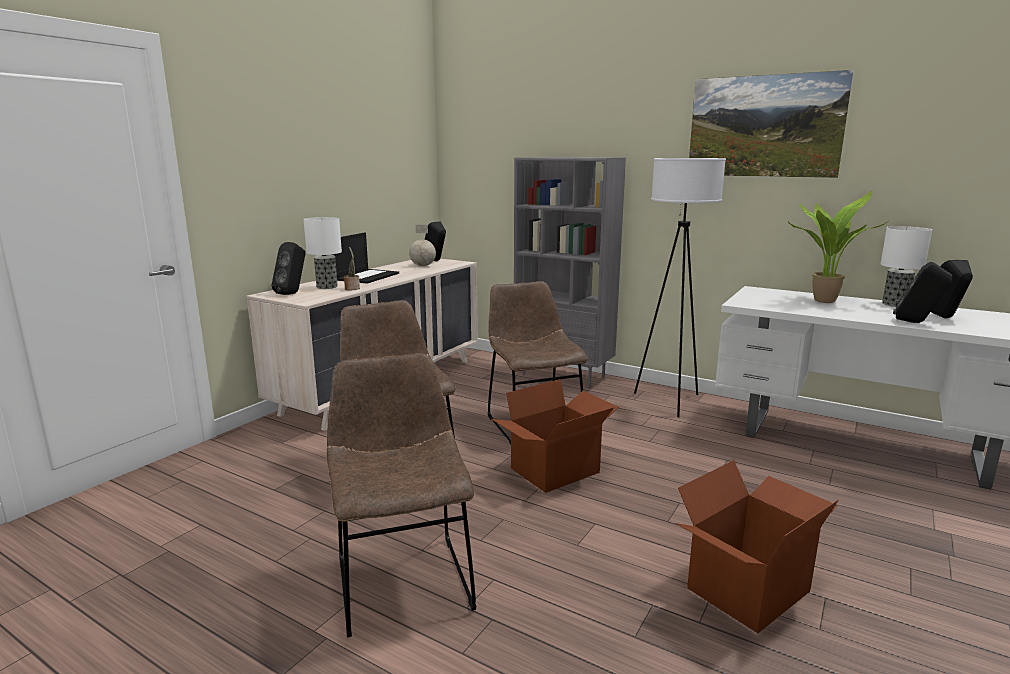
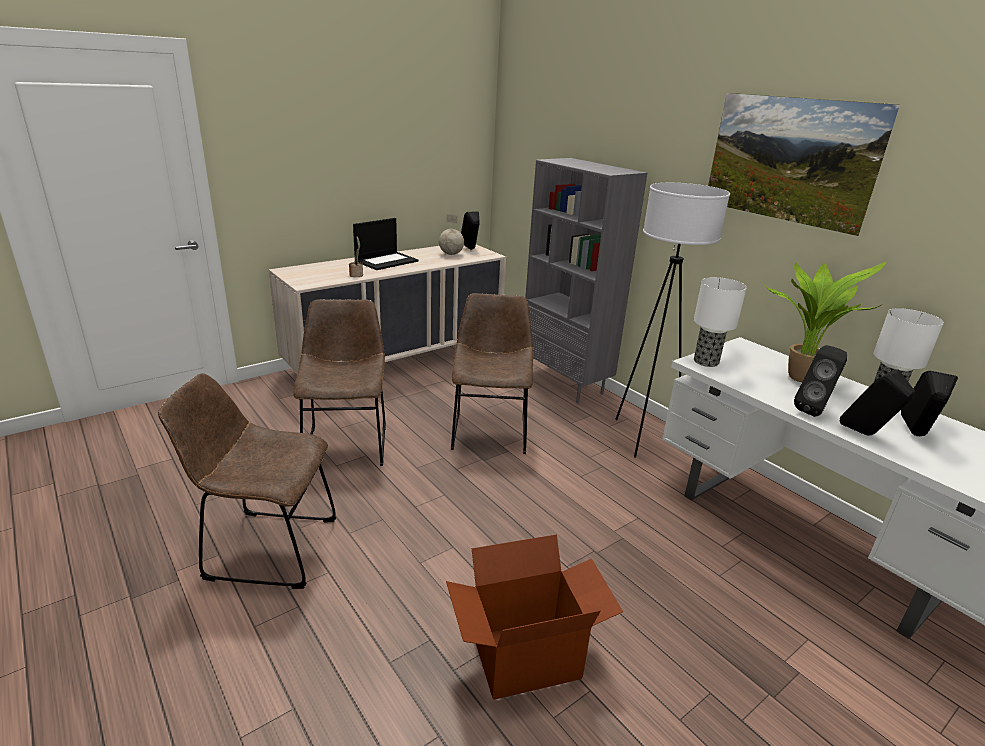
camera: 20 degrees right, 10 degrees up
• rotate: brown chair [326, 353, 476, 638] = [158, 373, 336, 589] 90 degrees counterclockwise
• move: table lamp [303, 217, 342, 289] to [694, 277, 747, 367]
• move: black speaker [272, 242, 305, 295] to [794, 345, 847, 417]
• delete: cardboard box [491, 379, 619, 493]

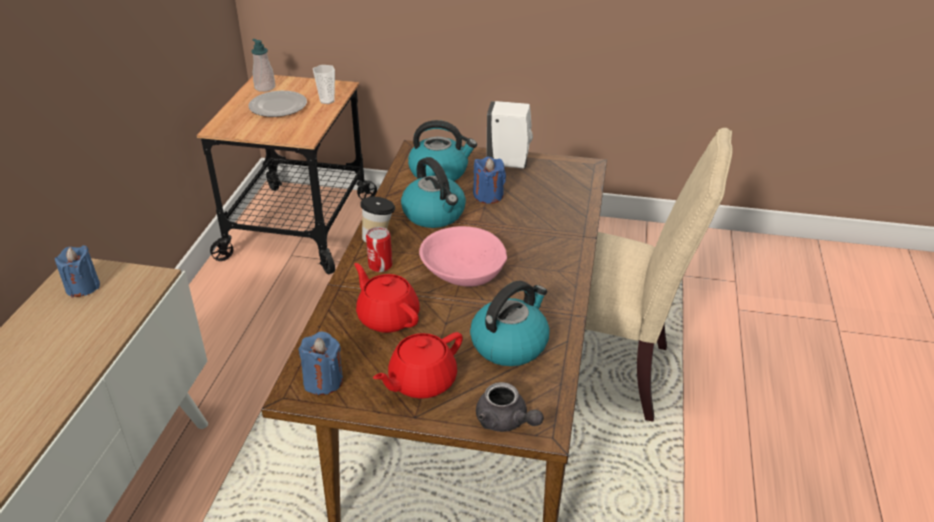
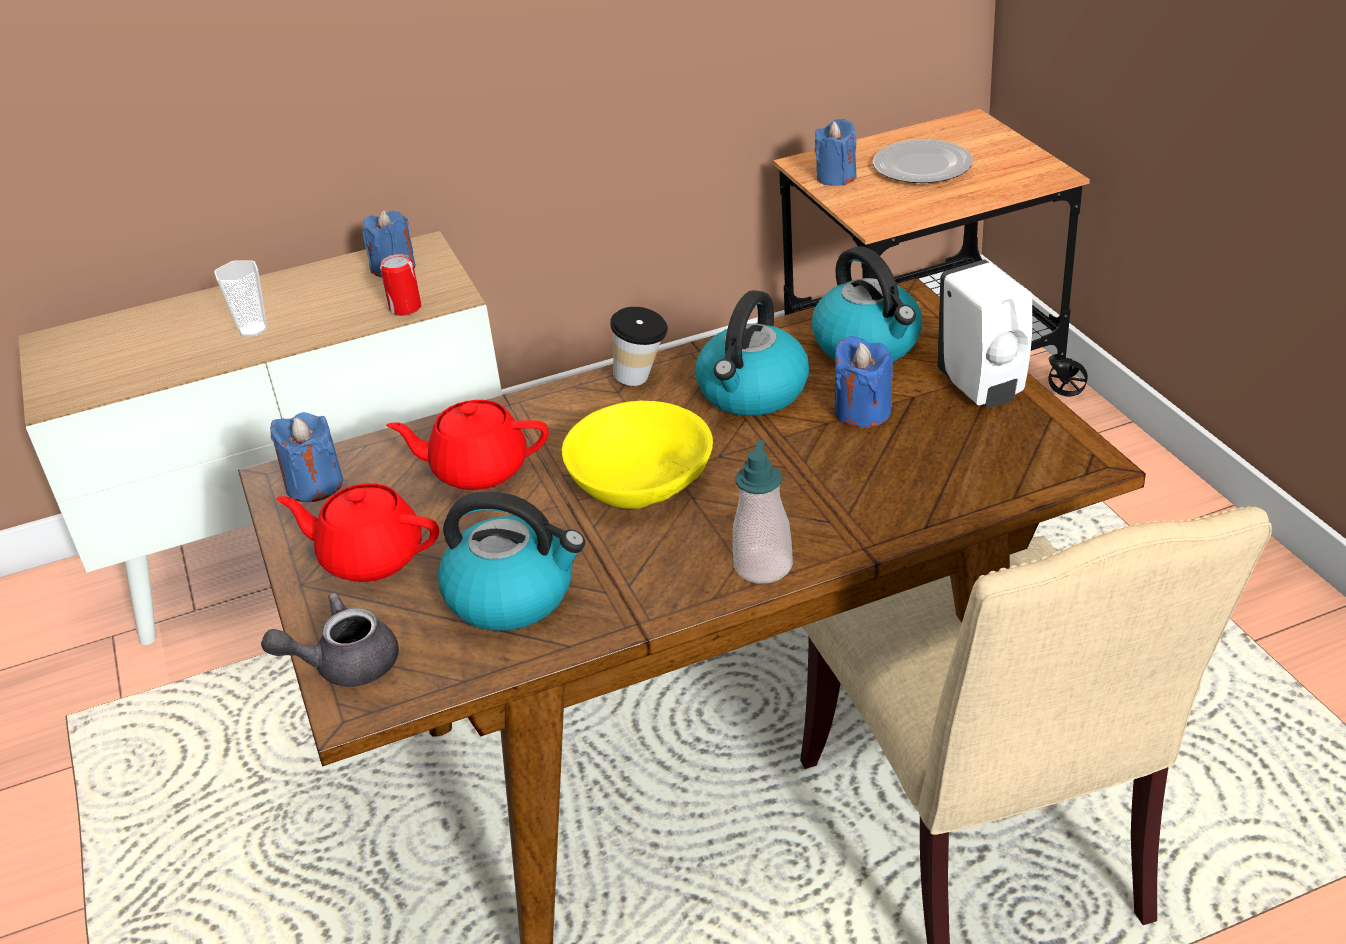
camera: 60 degrees right, 0 degrees up
• move: cup [313, 65, 335, 104] to [214, 260, 267, 337]
• rotate: grey teapot [476, 382, 544, 432] = [261, 593, 399, 687] 60 degrees clockwise
• move: can [366, 227, 392, 272] to [380, 254, 421, 316]
• rotate: red teapot [354, 263, 420, 333] = [386, 400, 549, 490] 105 degrees counterclockwise
• recolor: pink bowl [419, 226, 507, 287] to yellow bowl [562, 401, 713, 509]
• move: soap dispenser [251, 39, 275, 92] to [733, 440, 793, 584]
• insert: blue candle [815, 119, 857, 186]

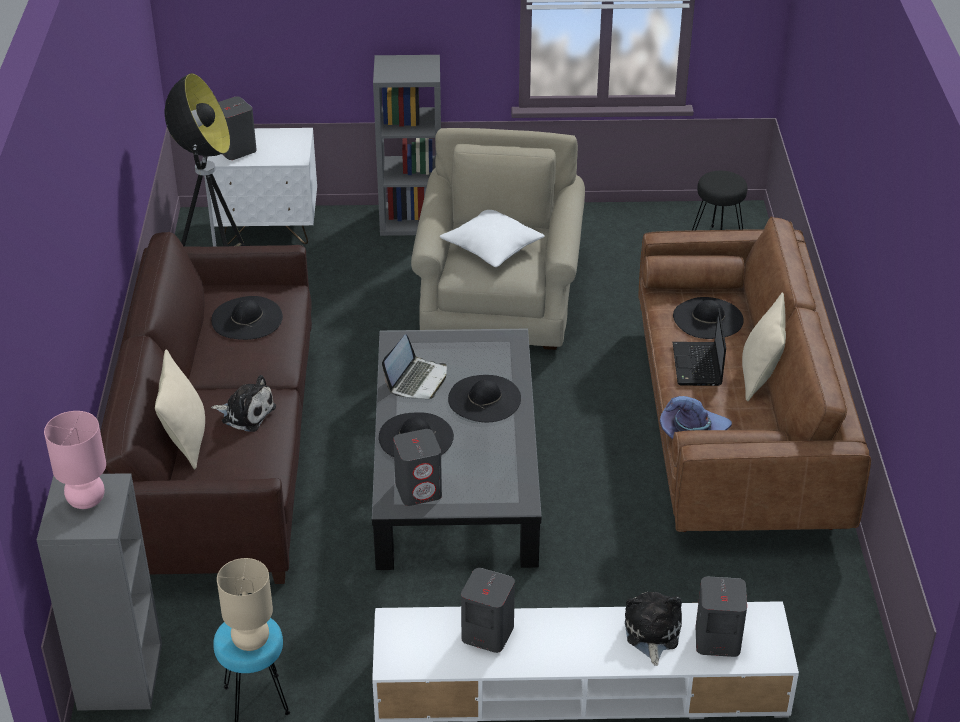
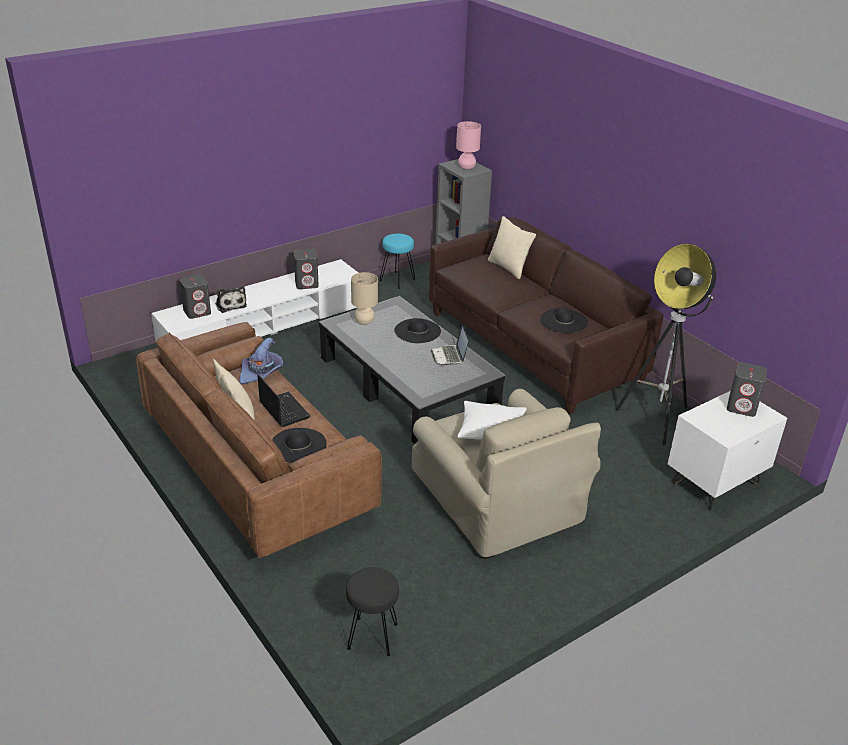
camera: 145 degrees right, 5 degrees down
• move: beige table lamp [217, 558, 273, 651] to [351, 272, 378, 325]
• delete: plush toy [211, 375, 276, 432]
• delete: grey bookcase [373, 55, 441, 236]
• delete: grey speaker [393, 429, 442, 506]
• delete: black hat [448, 375, 521, 422]

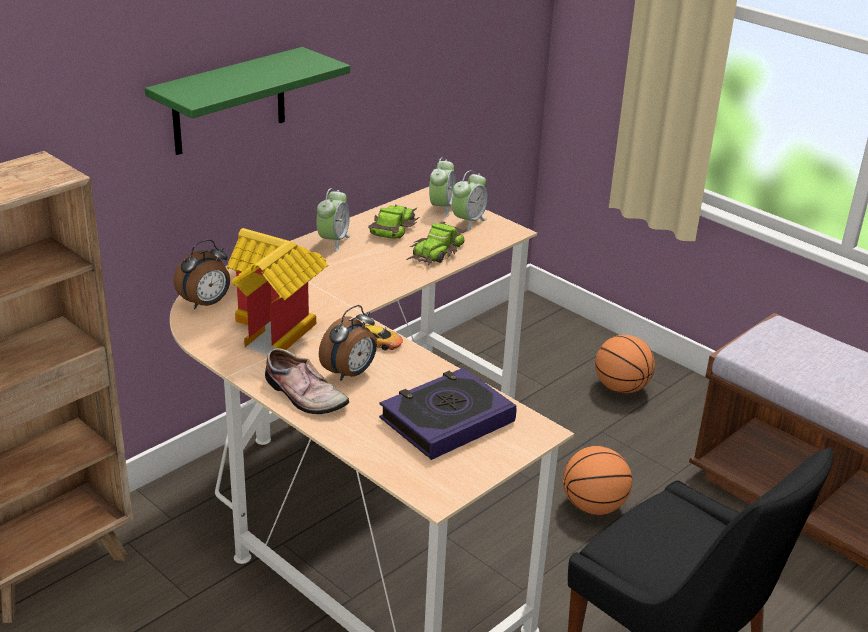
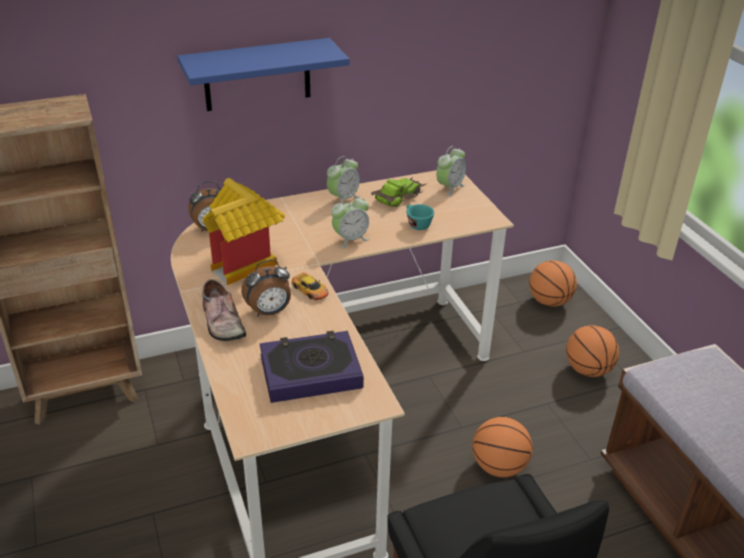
camera: 25 degrees right, 5 degrees up
• recolor: green shelf [145, 47, 350, 155] to blue shelf [177, 38, 350, 111]
• move: alarm clock [452, 170, 487, 231] to [331, 195, 369, 248]
• replace: toy car [406, 222, 468, 266] to turquoise cup [407, 204, 434, 230]
• insert: basketball [529, 260, 577, 307]

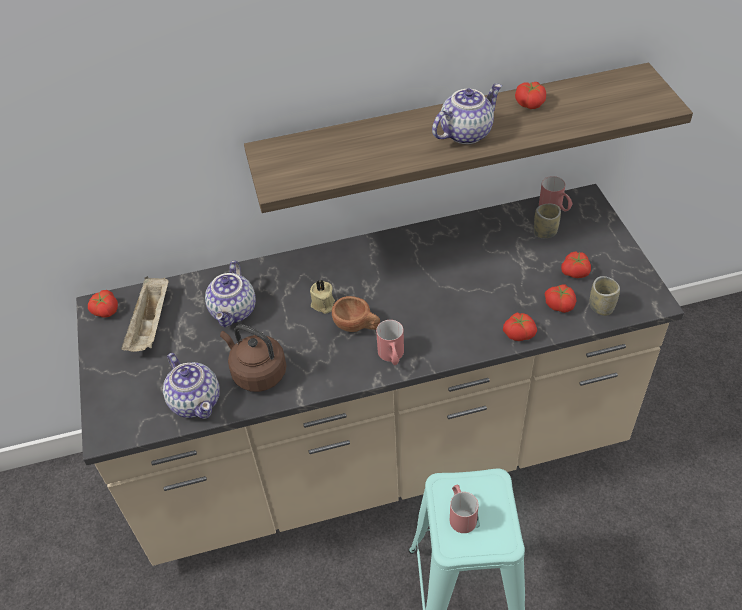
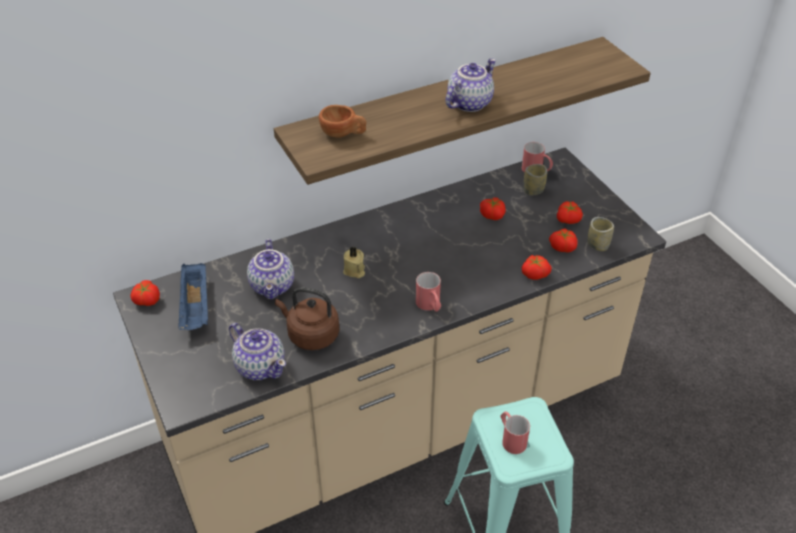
camera: 15 degrees left, 5 degrees down
• recolor: beige tray [121, 276, 168, 352] to blue tray [178, 263, 208, 330]
• move: brown cup [332, 296, 380, 332] to [319, 105, 366, 138]
• move: tomato [515, 82, 546, 109] to [480, 197, 506, 220]

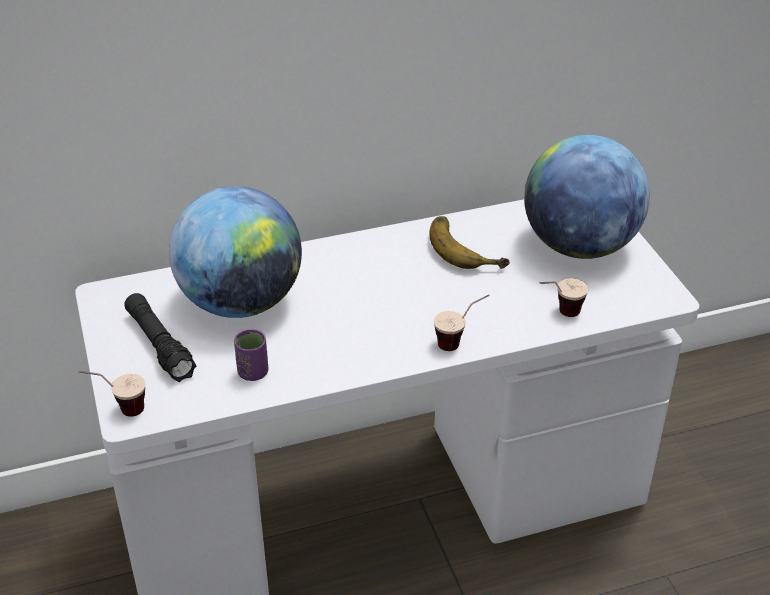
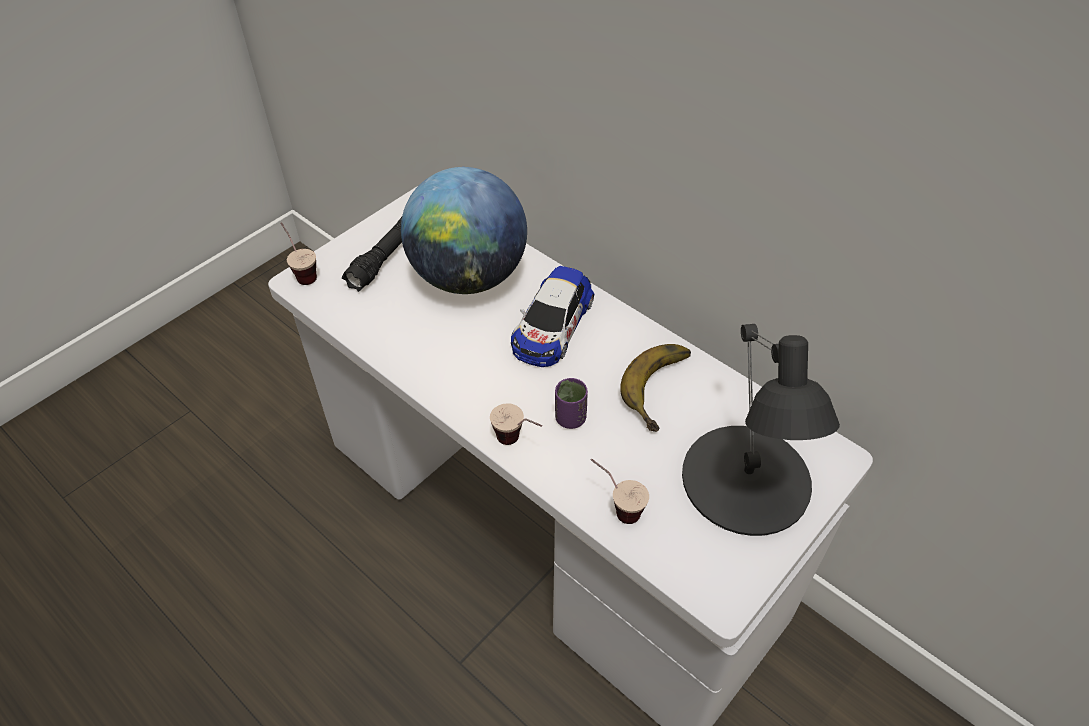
camera: 60 degrees right, 10 degrees up
• insert: toy car [511, 266, 594, 367]
• move: purple cup [234, 329, 268, 381] to [555, 378, 588, 429]
• replace: globe [524, 135, 650, 259] to black table lamp [682, 324, 840, 536]

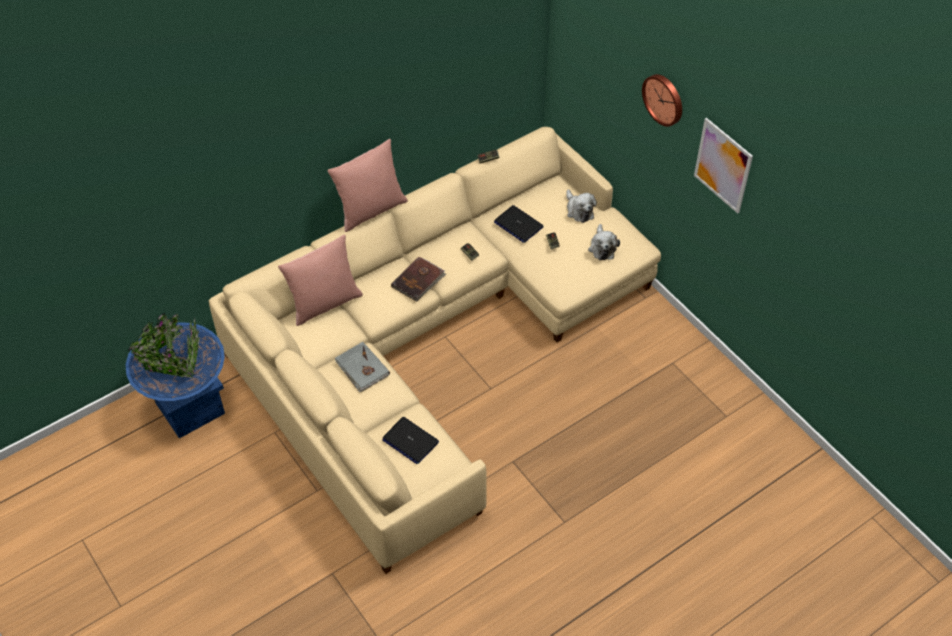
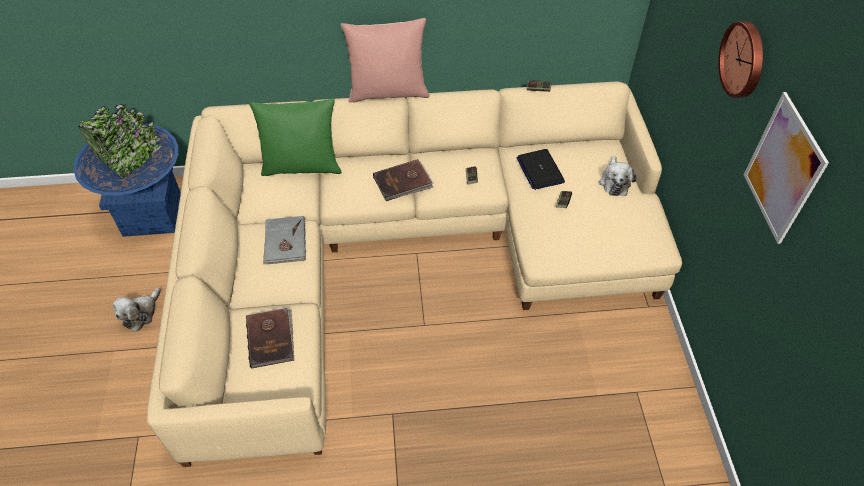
camera: 30 degrees right, 0 degrees up
• move: plush toy [588, 224, 620, 260] to [113, 288, 161, 332]
• replace: laptop [382, 417, 439, 464] to brown book [246, 307, 294, 369]
• recolor: pink pillow [278, 235, 363, 326] to green pillow [249, 99, 342, 176]

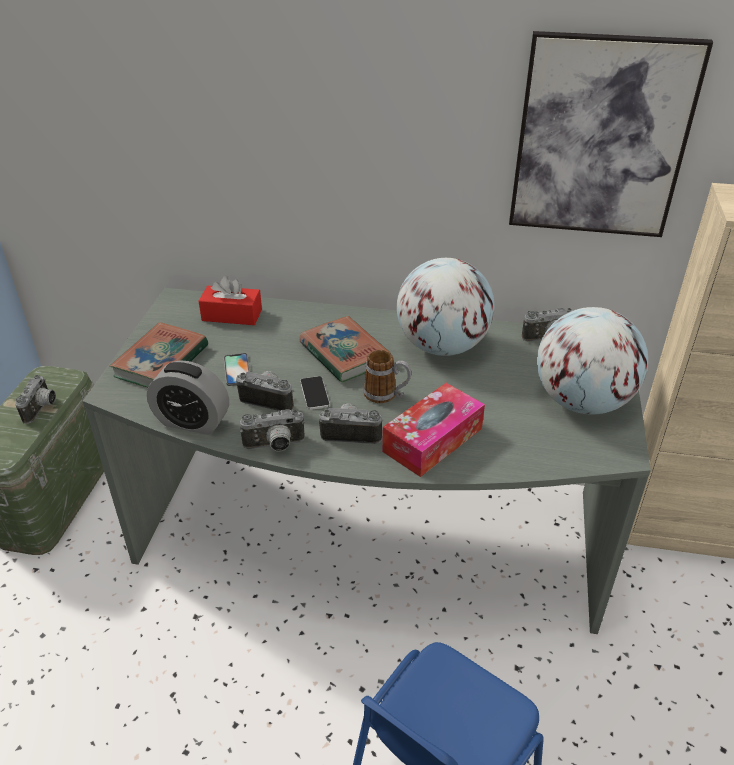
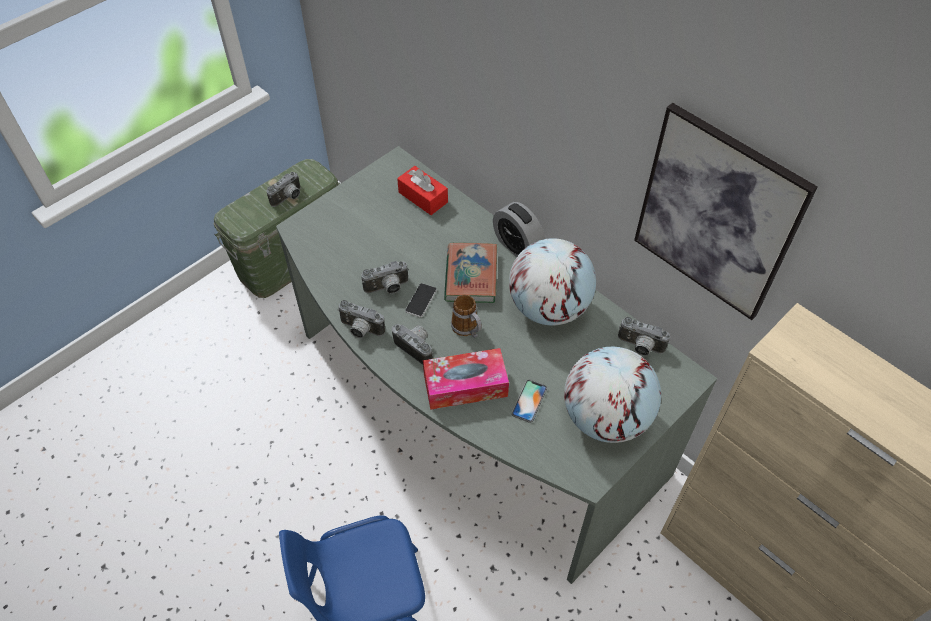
camera: 35 degrees right, 15 degrees up
• rotate: photo camera [236, 371, 294, 411] = [361, 261, 409, 294] 105 degrees clockwise
• move: alarm clock [147, 360, 229, 435] to [493, 202, 545, 257]
• move: phone [224, 353, 250, 386] to [512, 380, 547, 423]
• delete: book [110, 322, 208, 387]

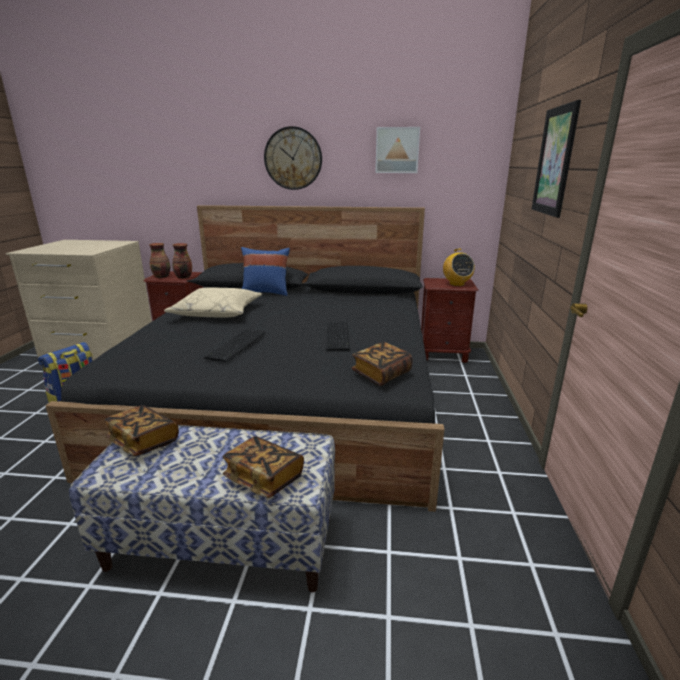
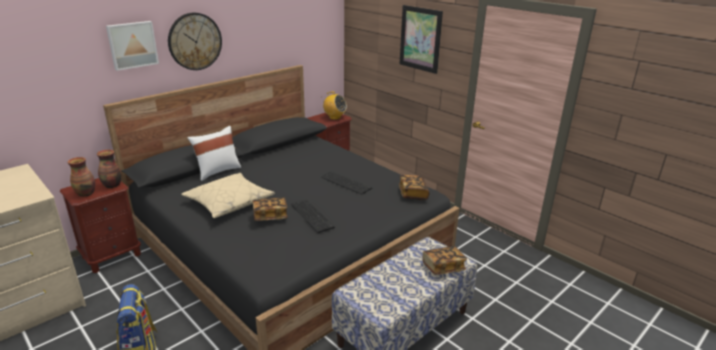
camera: 50 degrees left, 5 degrees up
• move: picture [375, 127, 420, 173] to [106, 21, 159, 71]
• recolor: blue pillow [241, 247, 290, 296] to white pillow [187, 126, 241, 181]
• move: book [104, 405, 179, 456] to [252, 197, 288, 221]

